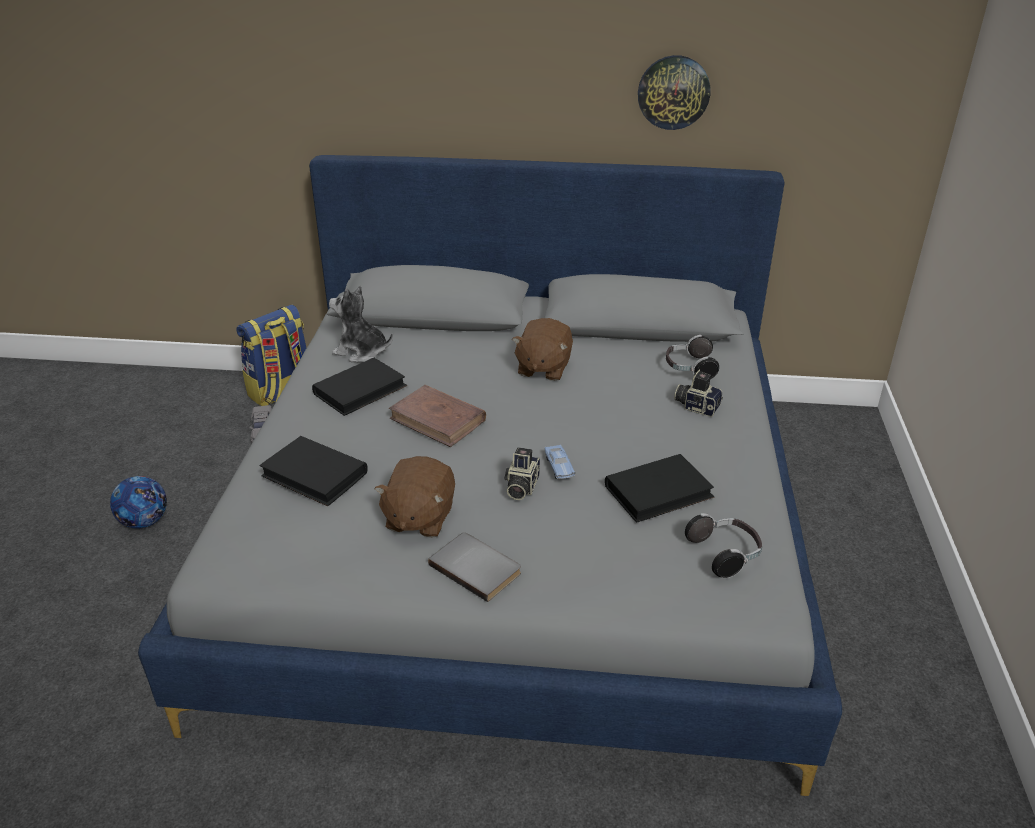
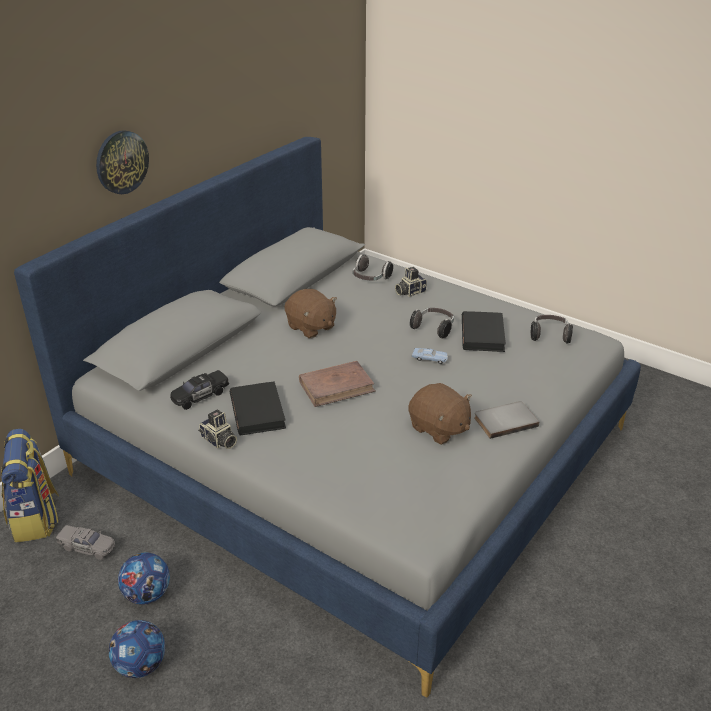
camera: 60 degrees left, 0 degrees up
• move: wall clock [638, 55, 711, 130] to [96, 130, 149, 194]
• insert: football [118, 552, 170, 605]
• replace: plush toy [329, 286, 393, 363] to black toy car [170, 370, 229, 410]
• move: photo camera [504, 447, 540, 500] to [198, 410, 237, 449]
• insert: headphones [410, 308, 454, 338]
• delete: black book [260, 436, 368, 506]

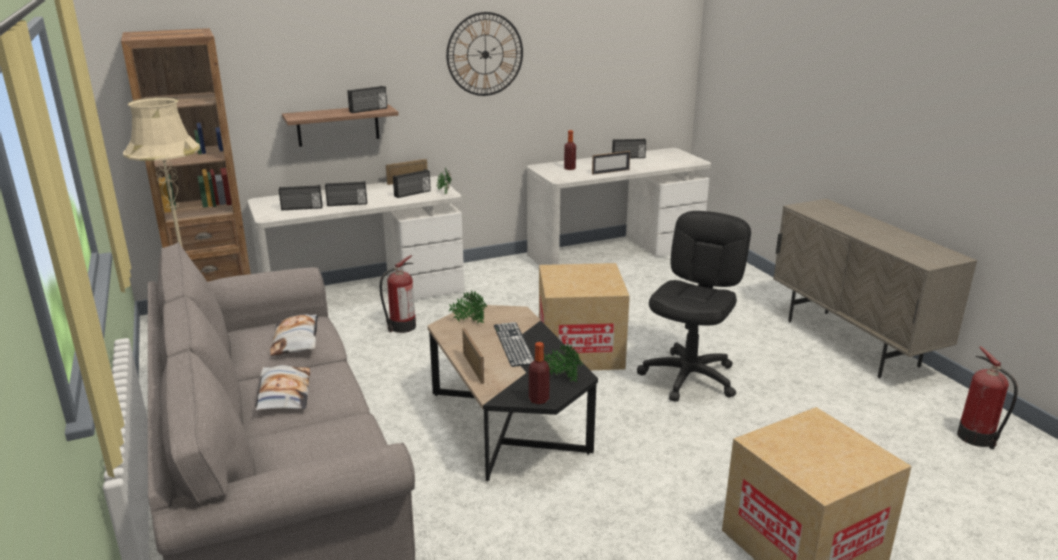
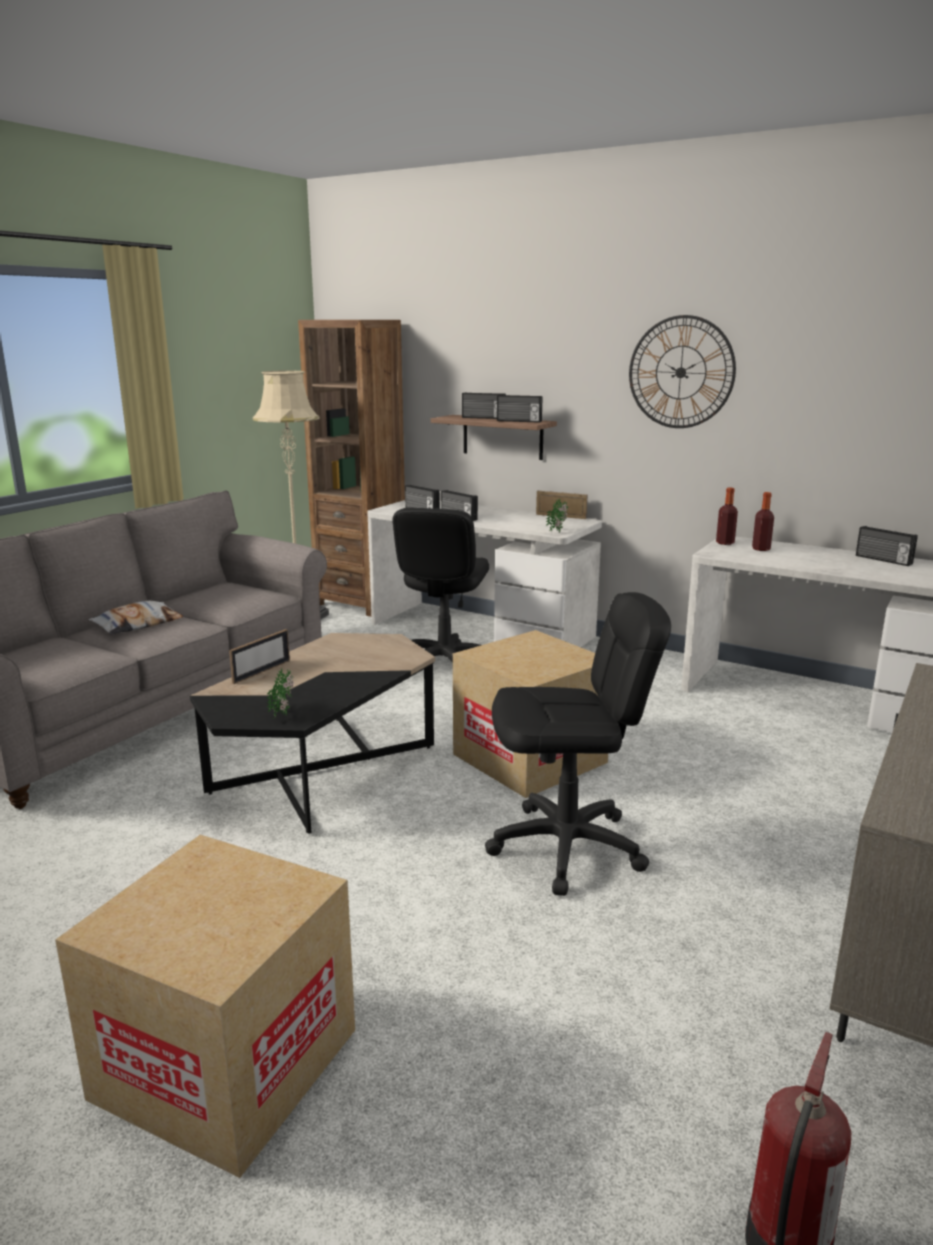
camera: 55 degrees right, 5 degrees down
• replace: fire extinguisher [380, 255, 416, 333] to black office chair [392, 508, 489, 662]
• move: radio [393, 169, 431, 198] to [462, 393, 506, 419]
• move: bottle [529, 342, 550, 404] to [716, 487, 738, 545]
• delete: pillow [270, 314, 318, 356]
• delete: potted plant [449, 291, 487, 324]
• delete: keyboard [494, 322, 534, 367]
• delete: picture frame [592, 151, 630, 175]

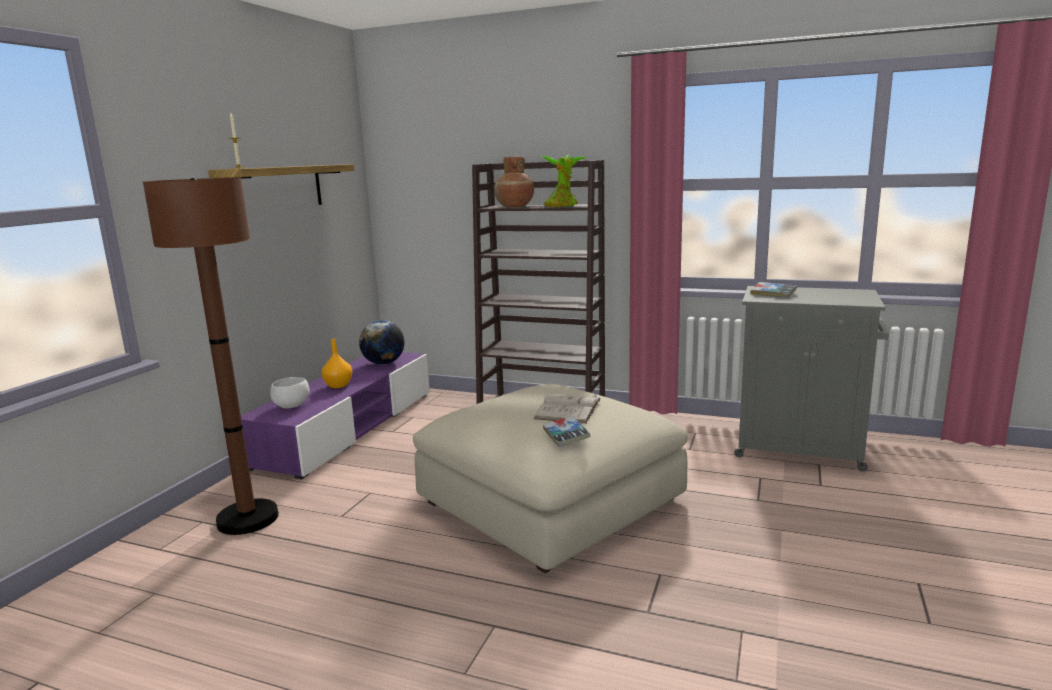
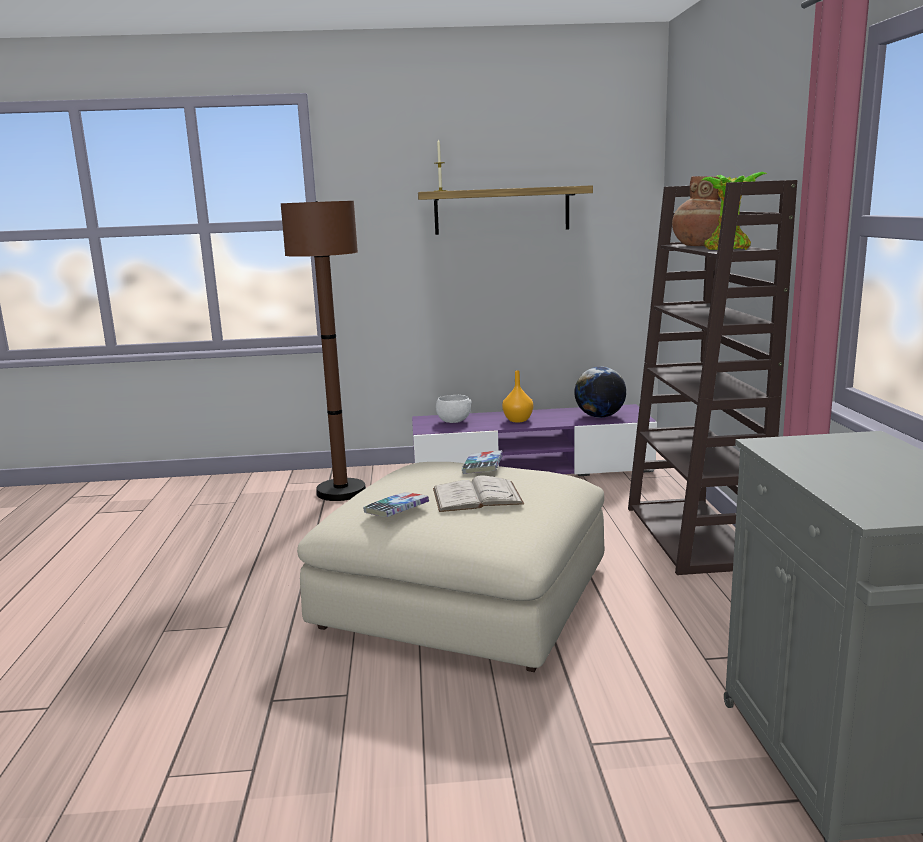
camera: 65 degrees right, 0 degrees up
• move: book [751, 282, 797, 298] to [462, 450, 503, 474]

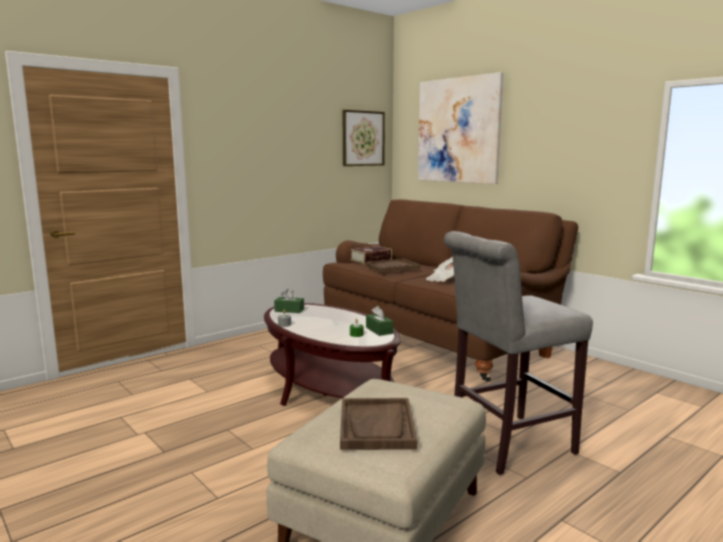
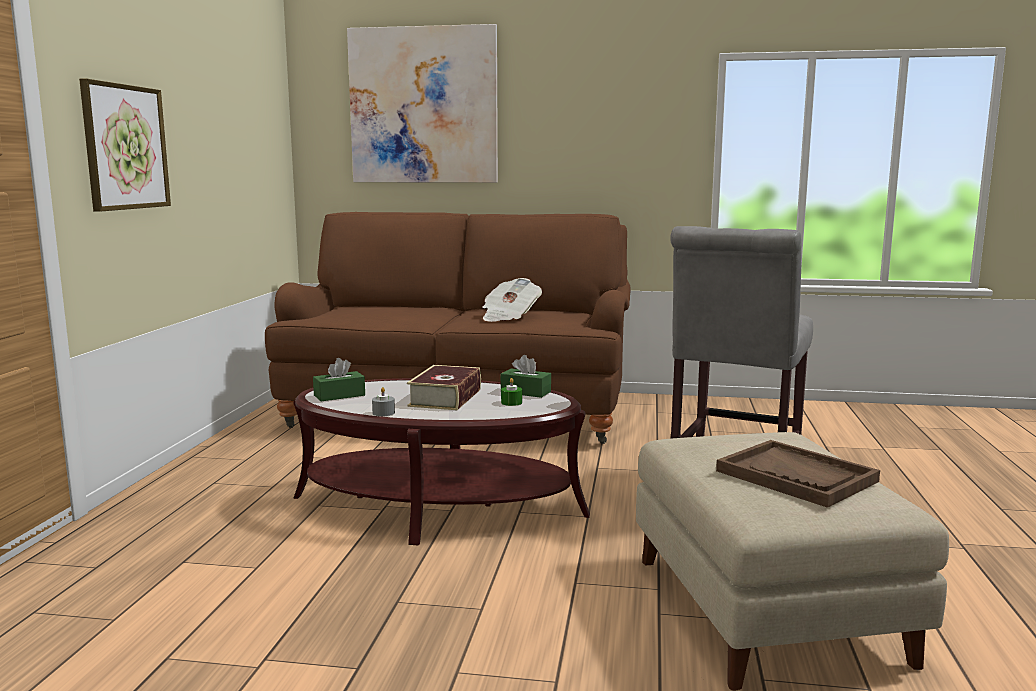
camera: 40 degrees left, 0 degrees up
• move: picture [342, 110, 385, 166] to [79, 79, 171, 212]
• move: book [350, 246, 392, 264] to [407, 365, 481, 410]
• delete: brown tray [366, 259, 420, 273]

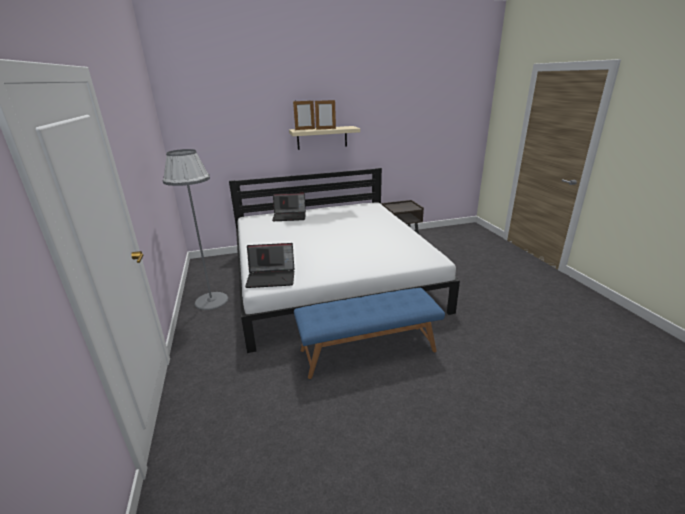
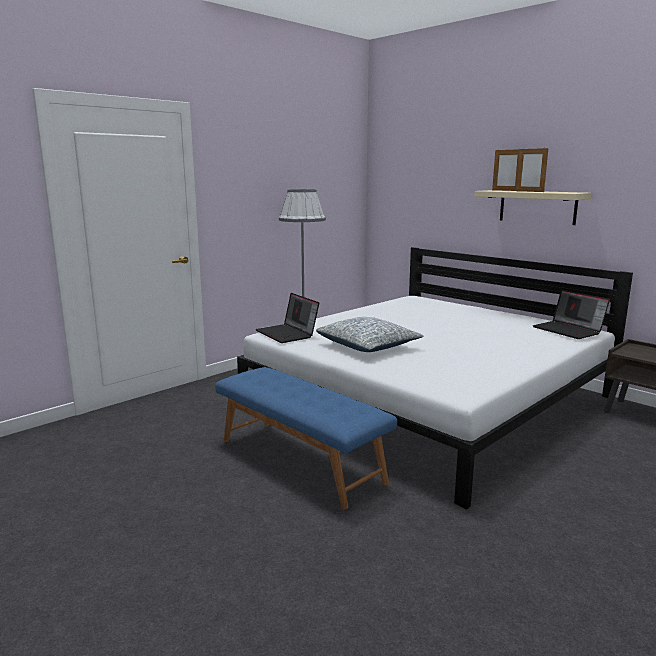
camera: 60 degrees right, 10 degrees down
• insert: pillow [316, 317, 423, 352]
• move: laptop [272, 193, 306, 221] to [533, 290, 610, 339]

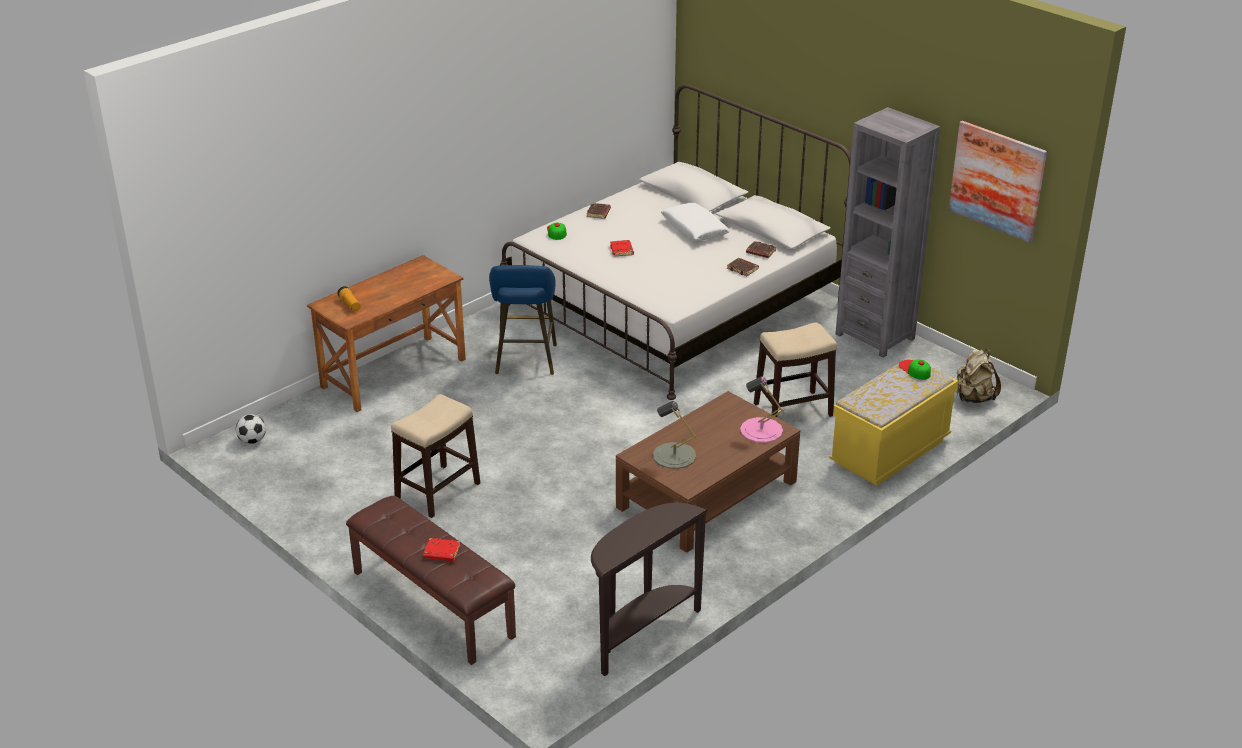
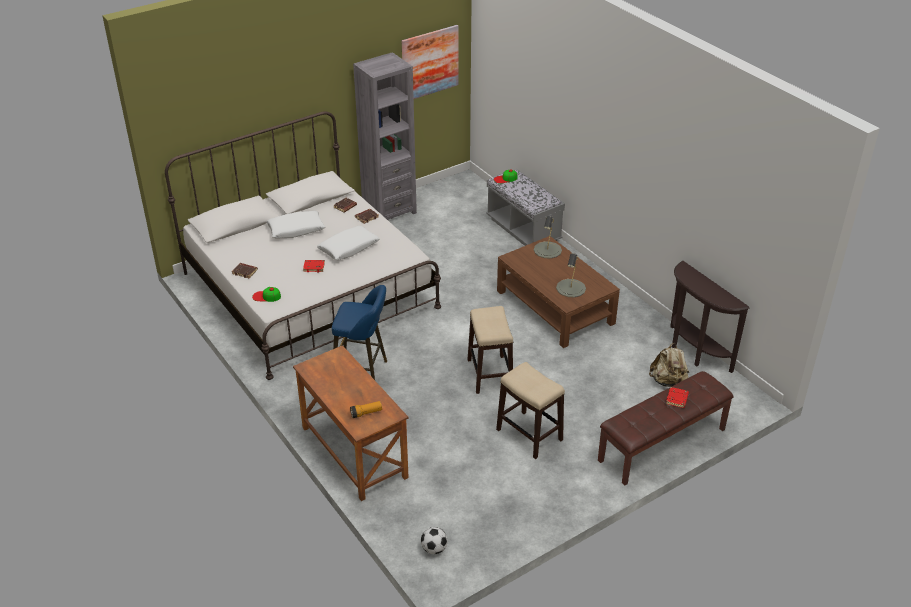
camera: 80 degrees left, 5 degrees up
• insert: white pillow [317, 226, 380, 260]
• move: stool [754, 323, 837, 417] to [468, 306, 513, 394]
• recolor: yellow bench [829, 358, 958, 486] to grey bench [486, 169, 565, 246]
• recolor: pink table lamp [740, 376, 784, 443] to grey table lamp [534, 215, 562, 258]
• move: beige backpack [956, 349, 1001, 403] to [649, 343, 689, 387]

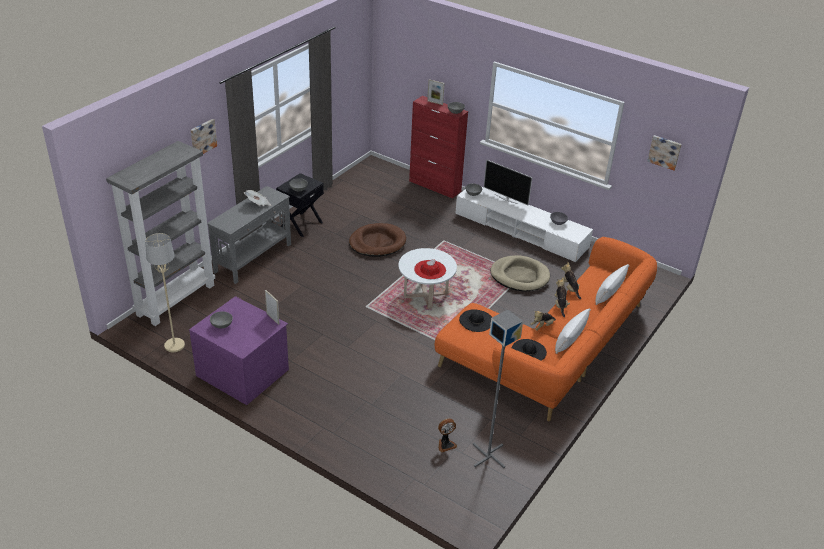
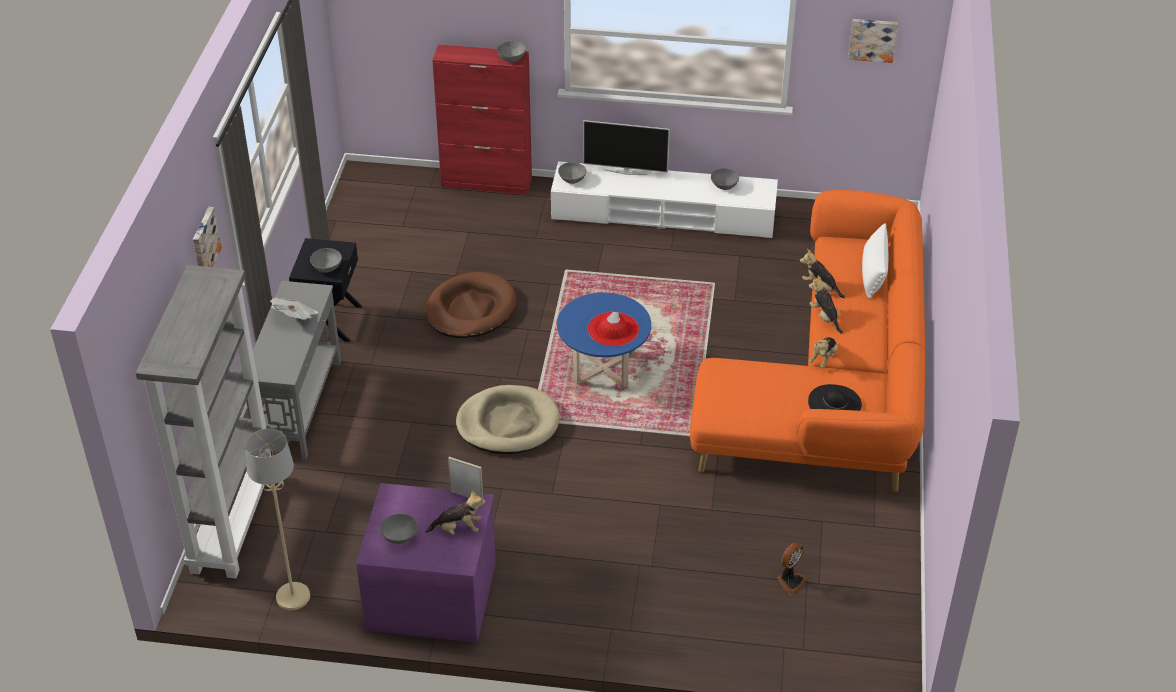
camera: 25 degrees left, 5 degrees up
• insert: plush toy [426, 490, 486, 535]
• move: beige dog bed [490, 255, 550, 291] to [456, 385, 560, 454]
• recolor: white coffee table [398, 248, 457, 309] to blue coffee table [557, 293, 651, 389]
• delete: picture frame [427, 79, 445, 105]
• delete: black hat [459, 309, 492, 332]
• delete: grey floor lamp [472, 310, 523, 468]
• delete: white pillow [555, 308, 591, 354]

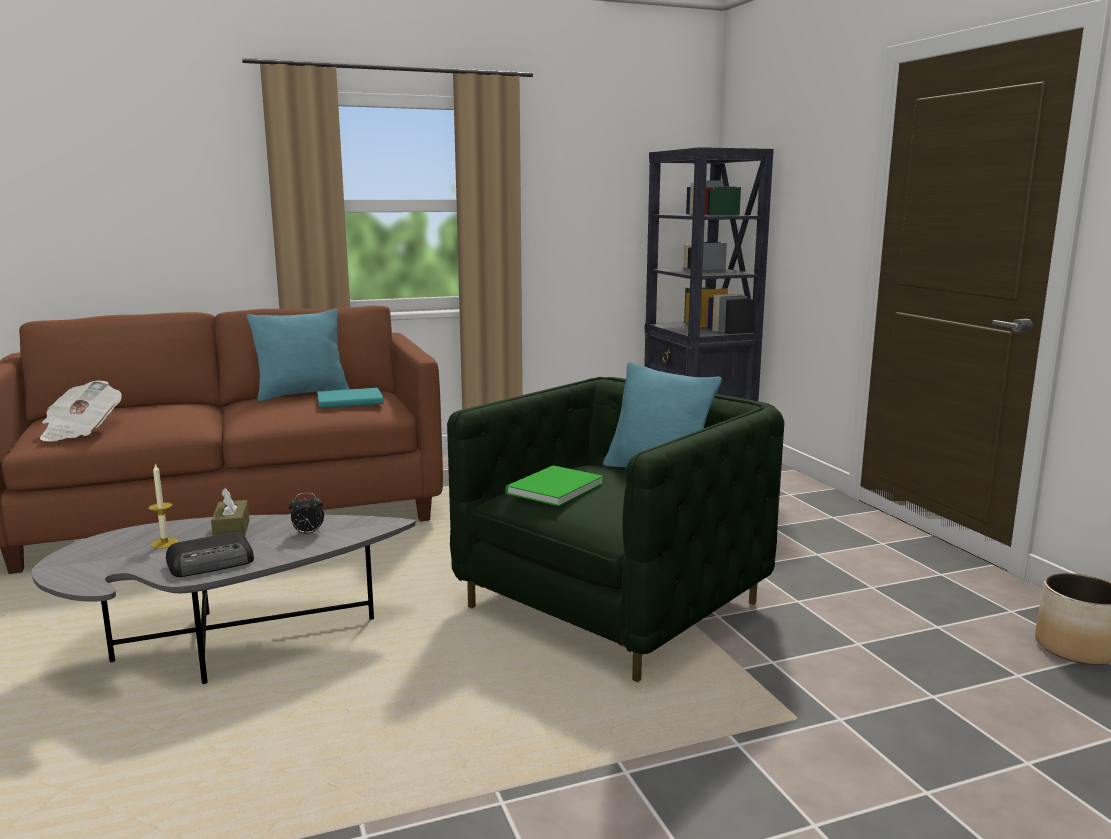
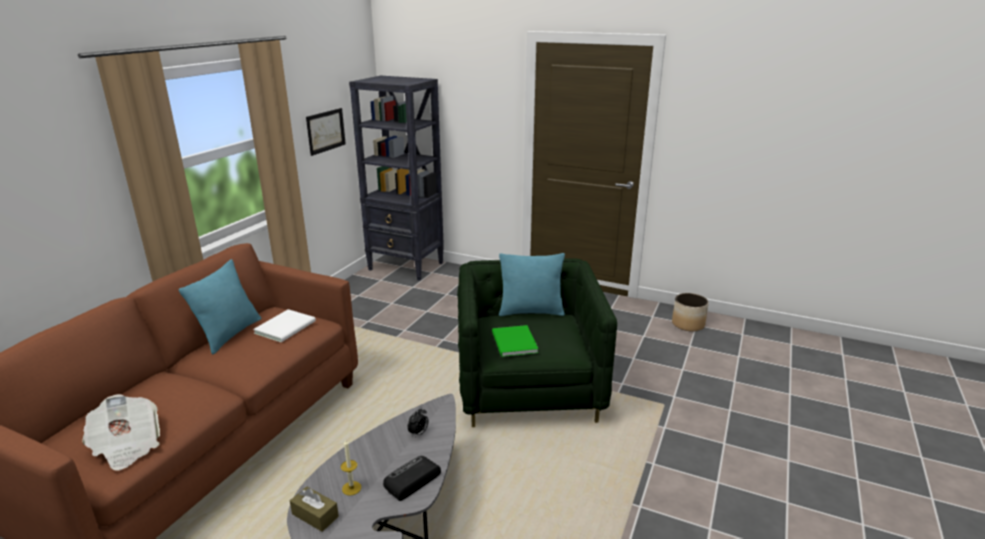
camera: 45 degrees left, 10 degrees up
• recolor: turquoise book [317, 388, 384, 408] to white book [253, 309, 316, 342]
• move: brown tissue box [211, 488, 249, 536] to [290, 486, 339, 532]
• insert: picture [306, 108, 346, 156]
• rotate: radio [166, 532, 254, 577] = [383, 456, 441, 501] 150 degrees counterclockwise

